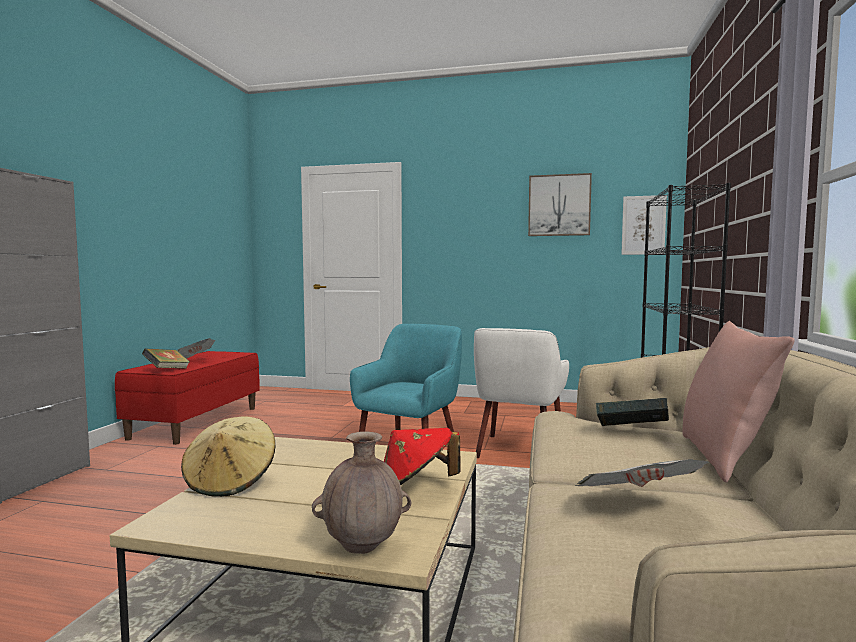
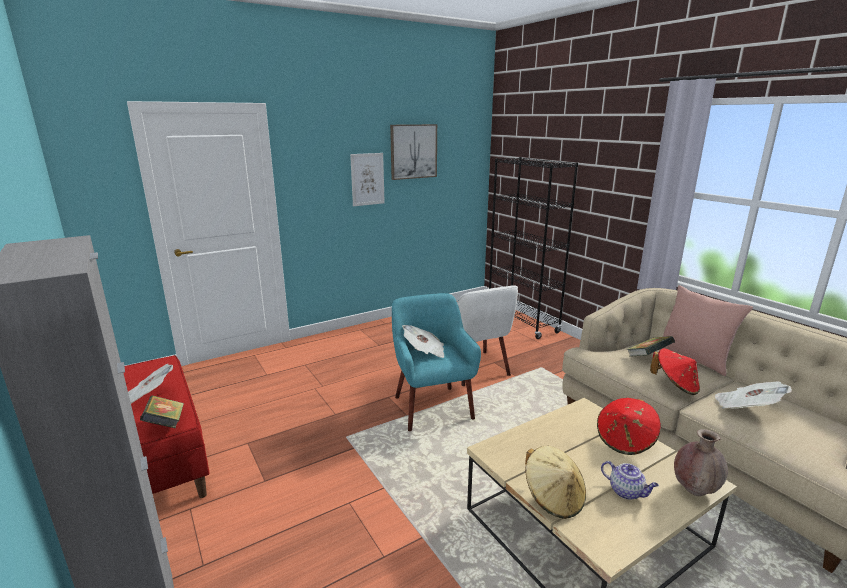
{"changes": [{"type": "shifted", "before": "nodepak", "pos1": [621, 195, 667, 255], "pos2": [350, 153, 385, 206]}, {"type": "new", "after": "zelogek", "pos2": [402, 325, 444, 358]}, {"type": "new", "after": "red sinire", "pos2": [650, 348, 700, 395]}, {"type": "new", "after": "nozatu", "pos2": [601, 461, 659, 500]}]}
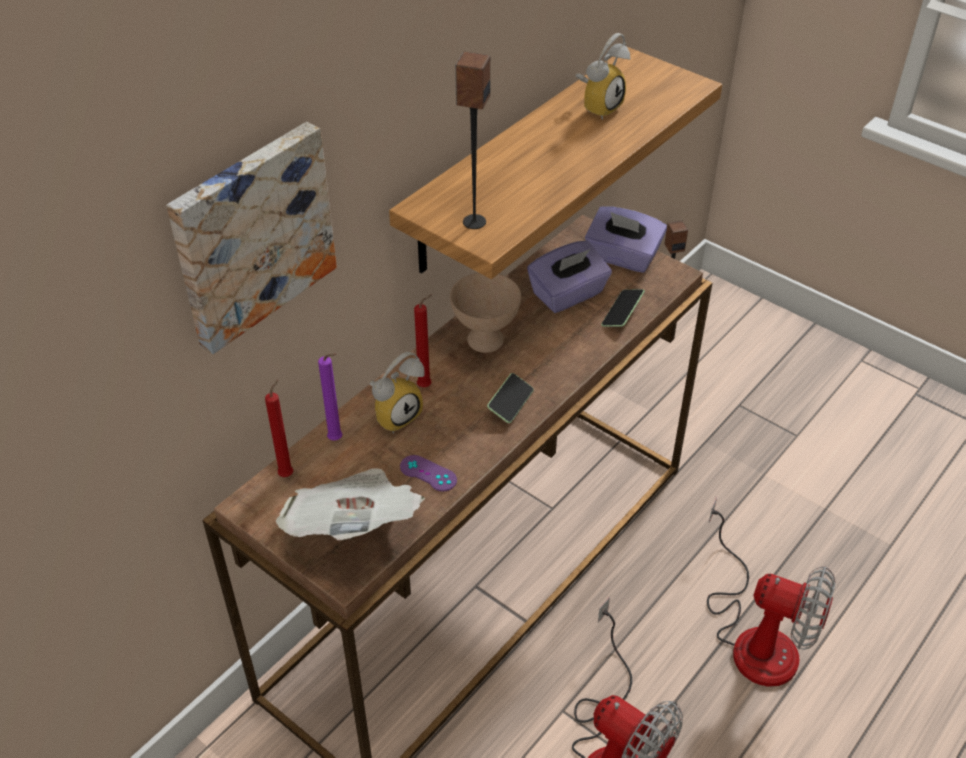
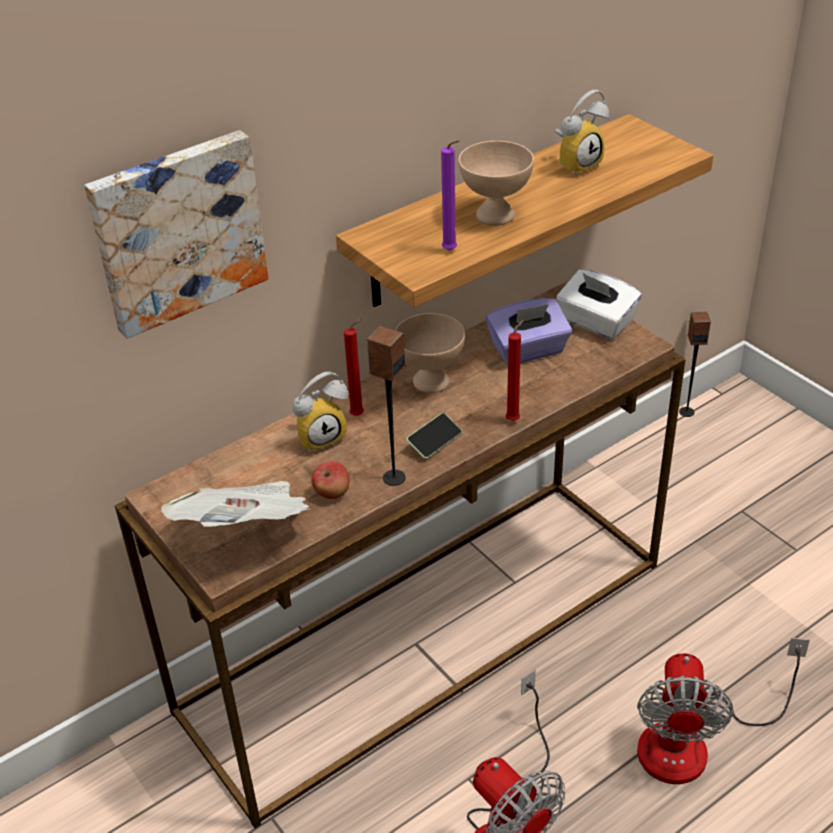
{"changes": [{"type": "shifted", "before": "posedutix", "pos1": [455, 52, 490, 229], "pos2": [367, 326, 406, 486]}, {"type": "repainted", "before": "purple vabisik", "after": "white vabisik", "pos1": [585, 206, 667, 273], "pos2": [556, 270, 642, 339]}, {"type": "gone", "before": "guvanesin", "pos1": [601, 289, 645, 327]}, {"type": "shifted", "before": "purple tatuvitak", "pos1": [318, 353, 343, 441], "pos2": [441, 140, 459, 251]}, {"type": "shifted", "before": "red tatuvitak", "pos1": [265, 379, 293, 477], "pos2": [506, 320, 524, 421]}, {"type": "swapped", "before": "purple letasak", "after": "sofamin", "pos1": [400, 455, 457, 492], "pos2": [312, 461, 349, 499]}, {"type": "rotated", "before": "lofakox", "pos1": [707, 497, 836, 687], "pos2": [637, 638, 810, 784], "turn": 60}, {"type": "new", "after": "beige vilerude", "pos2": [458, 141, 534, 226]}]}
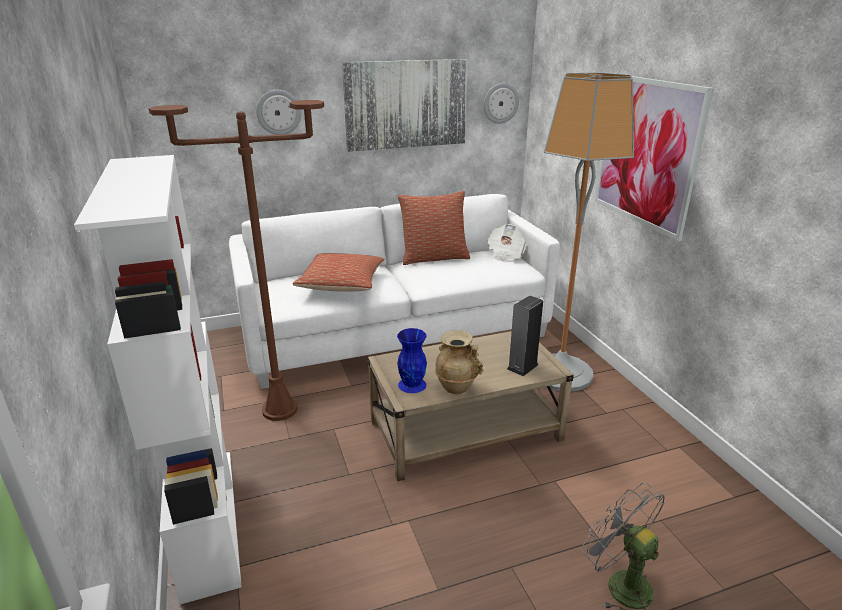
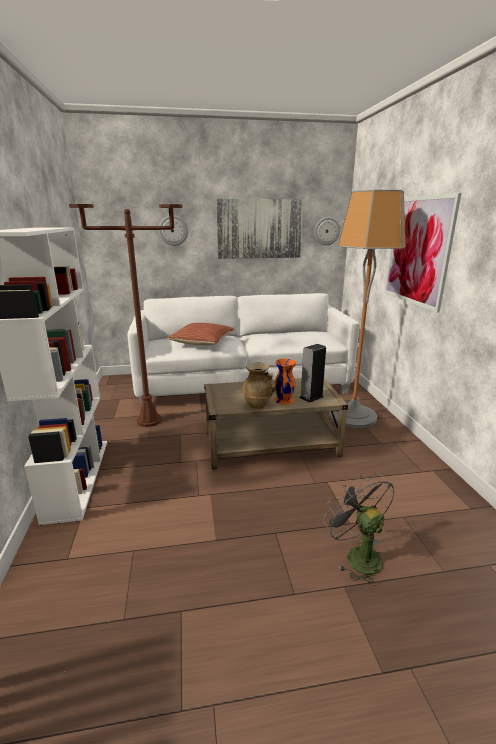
{"changes": [{"type": "gone", "before": "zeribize", "pos1": [398, 191, 470, 265]}, {"type": "gone", "before": "zelogek", "pos1": [487, 224, 527, 261]}, {"type": "gone", "before": "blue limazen", "pos1": [397, 328, 427, 393]}, {"type": "new", "after": "orange limazen", "pos2": [274, 359, 296, 405]}]}
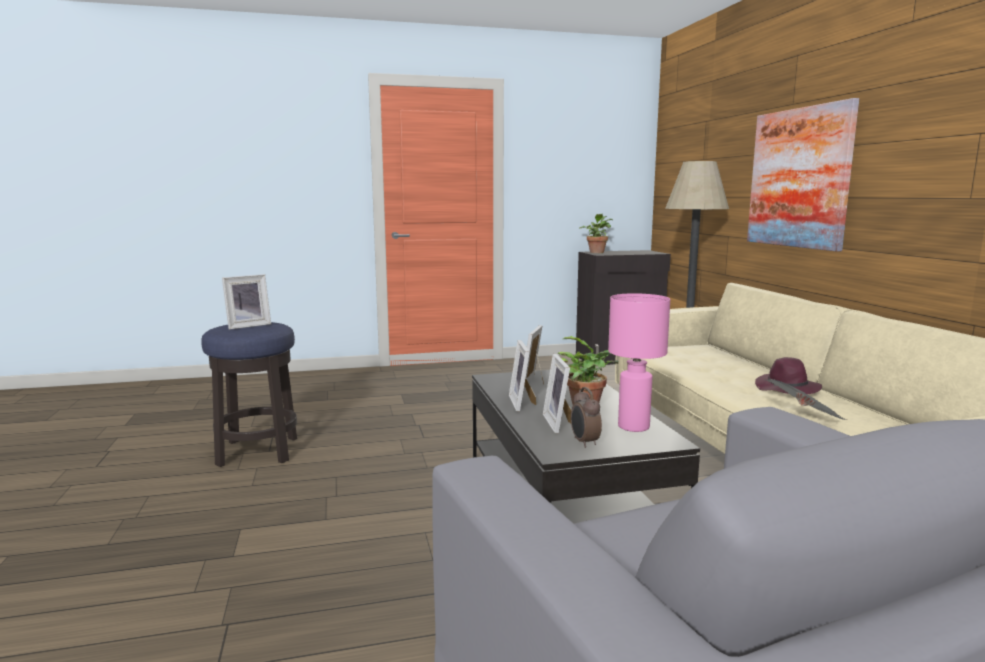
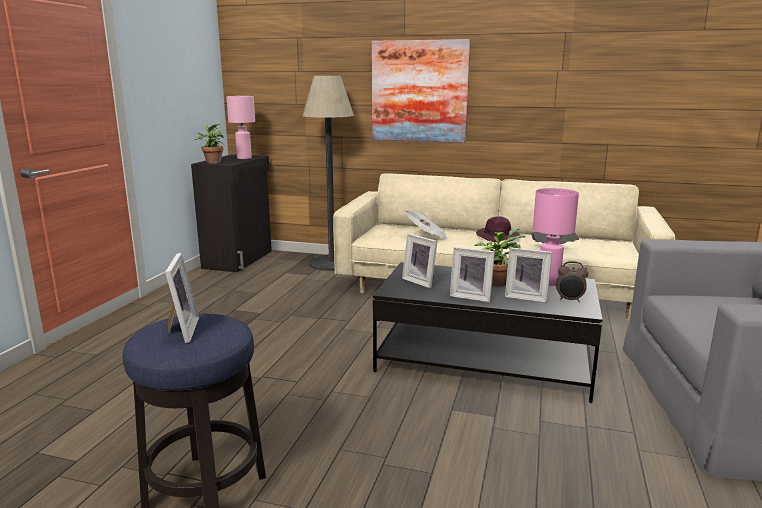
{"changes": [{"type": "new", "after": "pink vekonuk", "pos2": [226, 96, 255, 159]}, {"type": "new", "after": "zelogek", "pos2": [405, 210, 448, 239]}]}
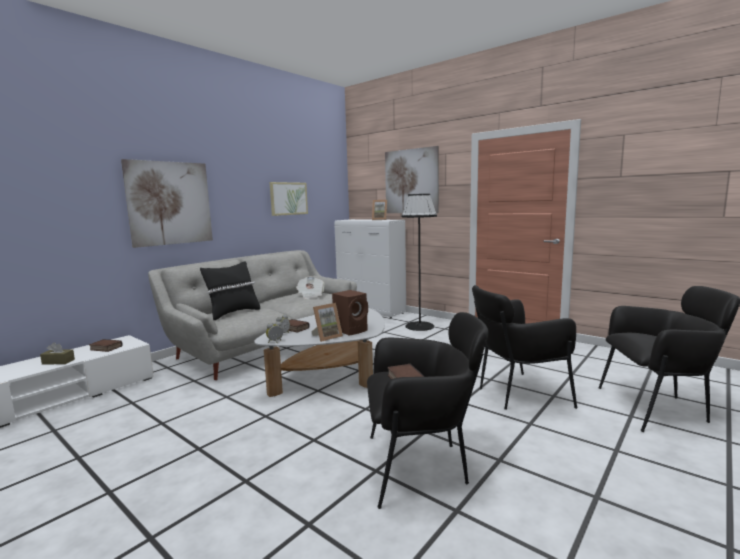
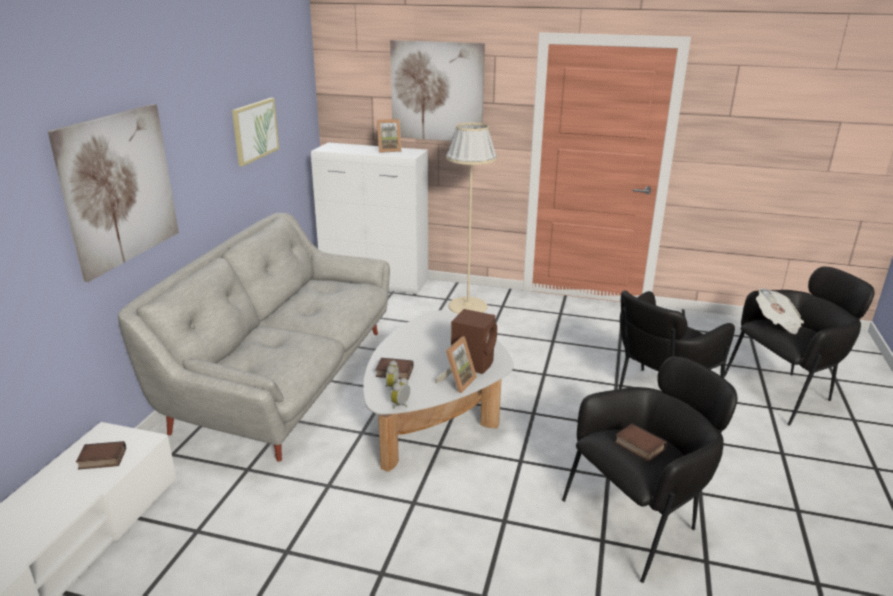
{"changes": [{"type": "repainted", "before": "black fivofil", "after": "beige fivofil", "pos1": [401, 194, 437, 331], "pos2": [446, 123, 497, 314]}, {"type": "gone", "before": "black zeribize", "pos1": [200, 261, 260, 320]}, {"type": "shifted", "before": "zelogek", "pos1": [296, 276, 325, 299], "pos2": [756, 288, 804, 334]}, {"type": "gone", "before": "brown vabisik", "pos1": [40, 342, 75, 365]}]}
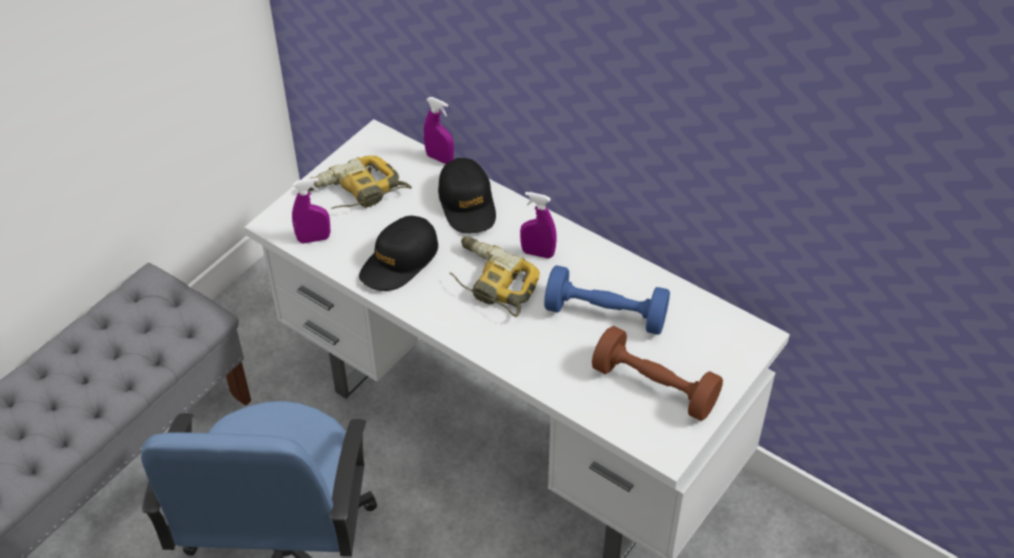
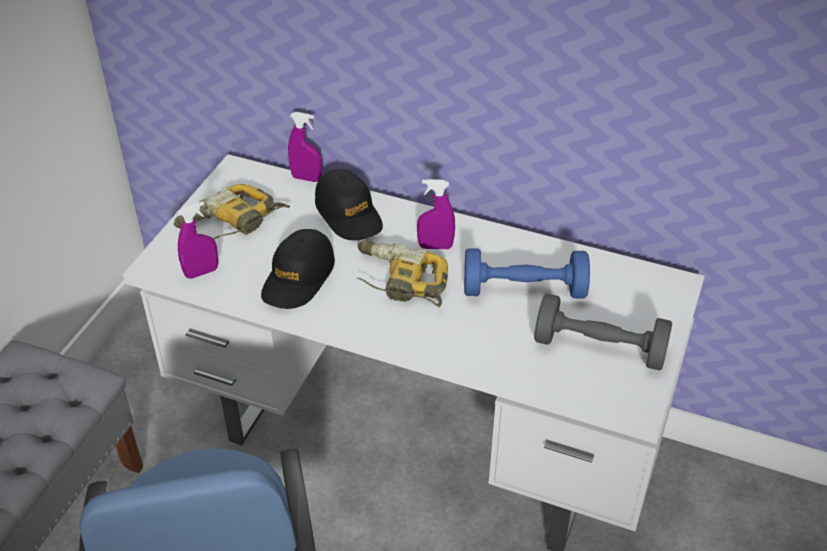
{"changes": [{"type": "repainted", "before": "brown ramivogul", "after": "grey ramivogul", "pos1": [592, 326, 723, 421], "pos2": [534, 294, 672, 370]}]}
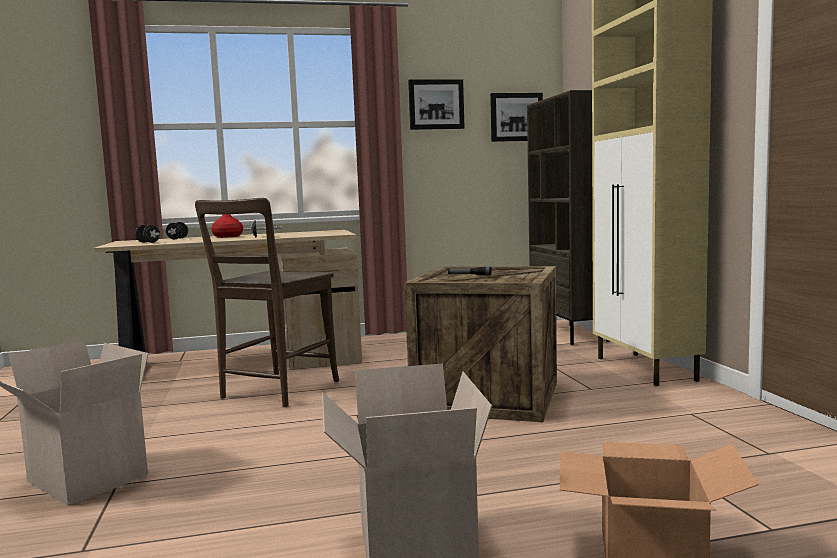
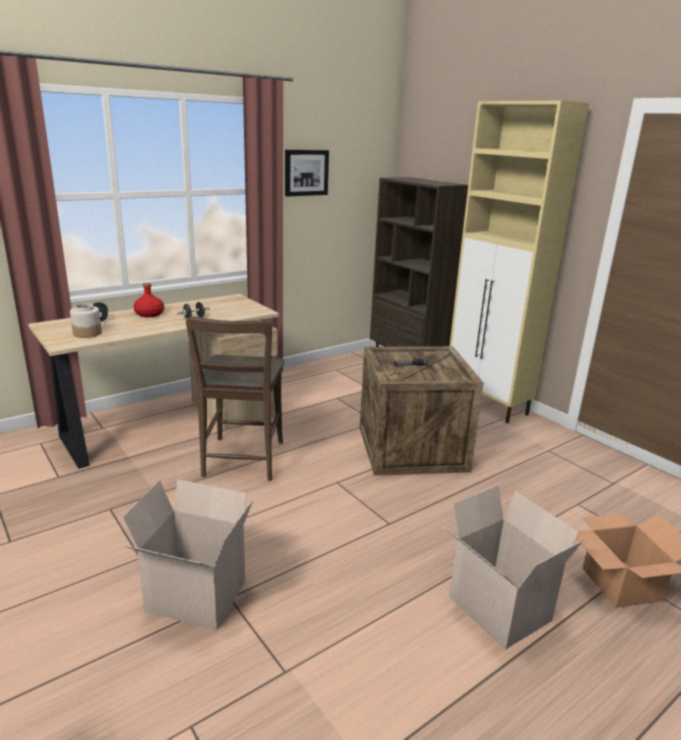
{"changes": [{"type": "gone", "before": "nodepak", "pos1": [490, 93, 543, 142]}, {"type": "swapped", "before": "black ramivogul", "after": "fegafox", "pos1": [135, 225, 160, 243], "pos2": [70, 303, 102, 338]}]}
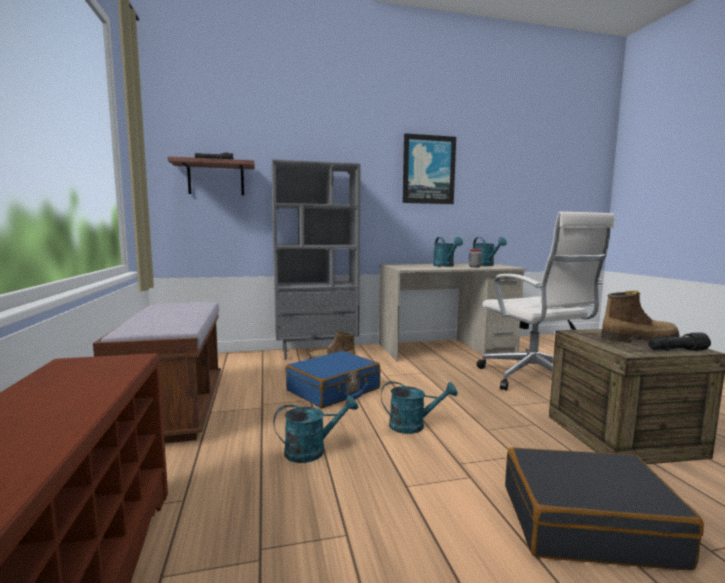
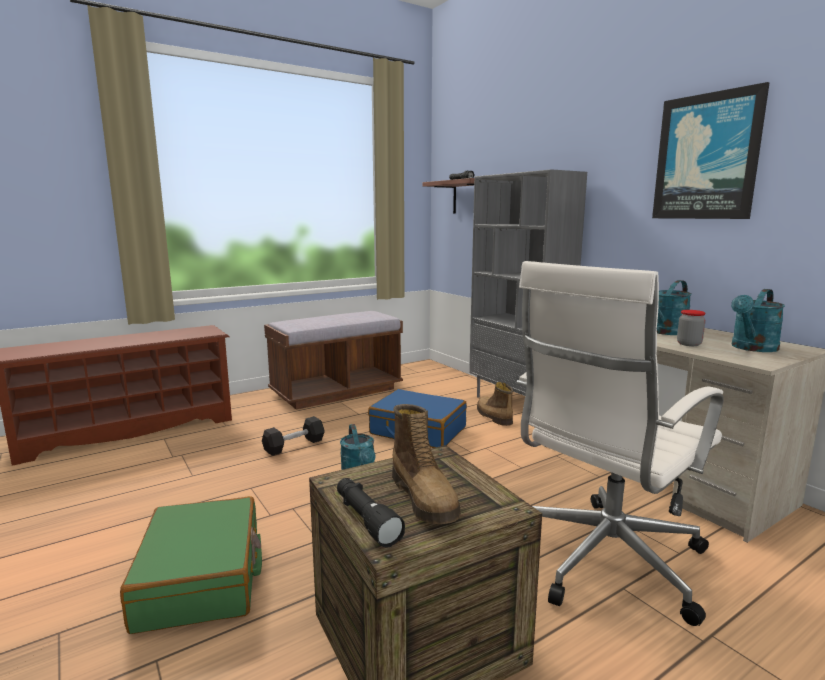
{"changes": [{"type": "swapped", "before": "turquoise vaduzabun", "after": "black ramivogul", "pos1": [273, 395, 358, 463], "pos2": [262, 416, 325, 456]}, {"type": "repainted", "before": "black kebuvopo", "after": "green kebuvopo", "pos1": [505, 447, 704, 571], "pos2": [120, 496, 262, 634]}]}
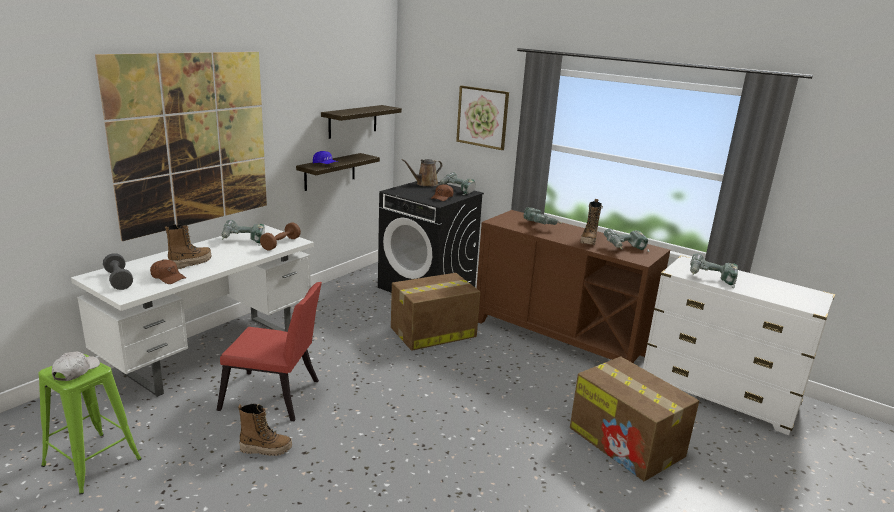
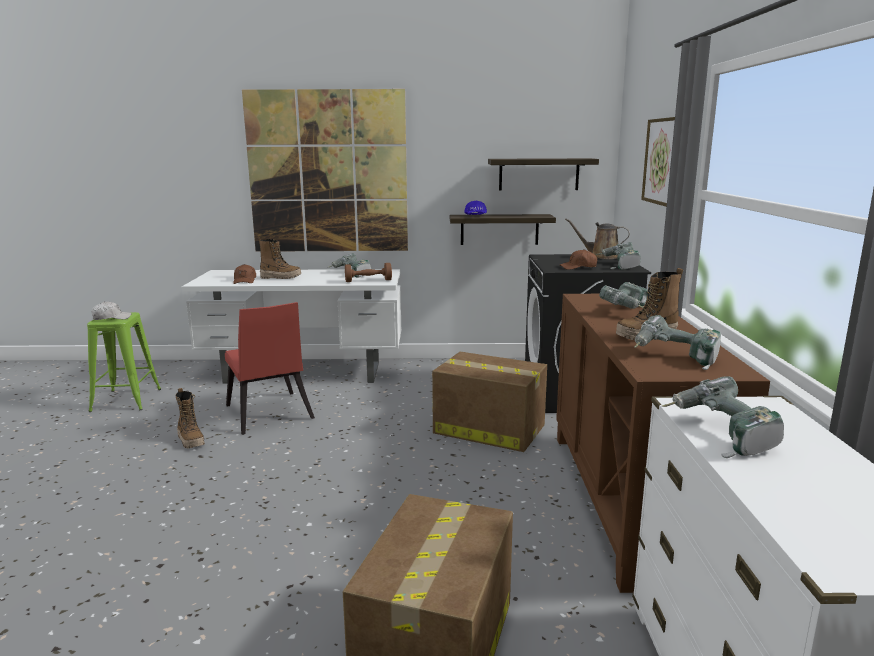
{"changes": [{"type": "gone", "before": "grey ramivogul", "pos1": [103, 253, 133, 290]}]}
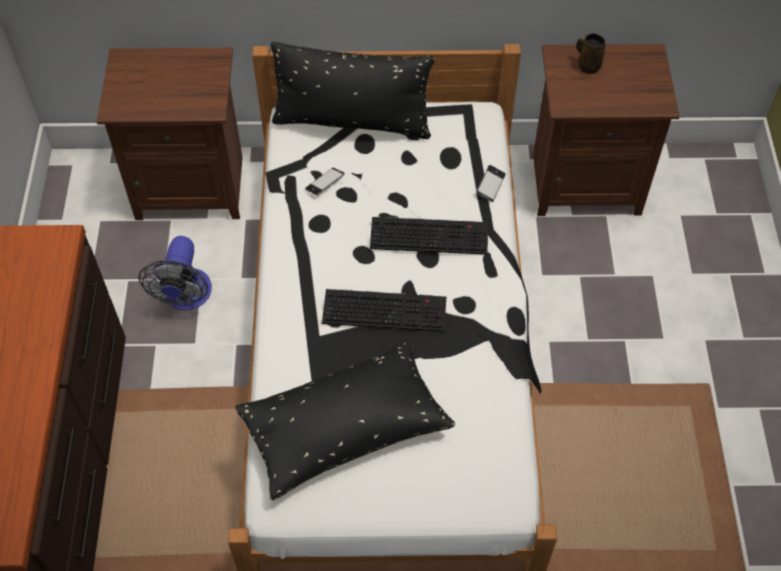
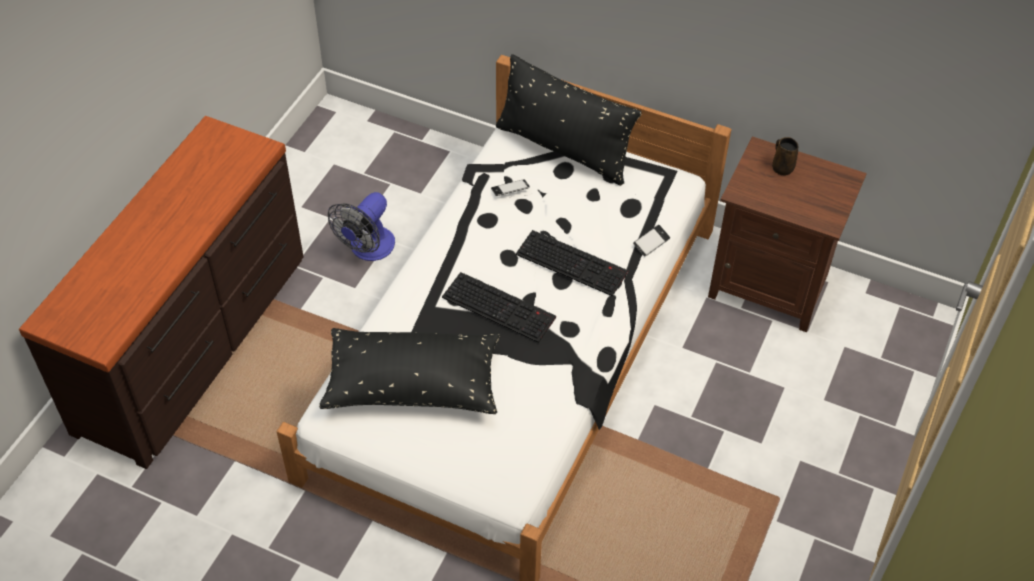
{"changes": [{"type": "gone", "before": "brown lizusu", "pos1": [97, 48, 243, 220]}]}
